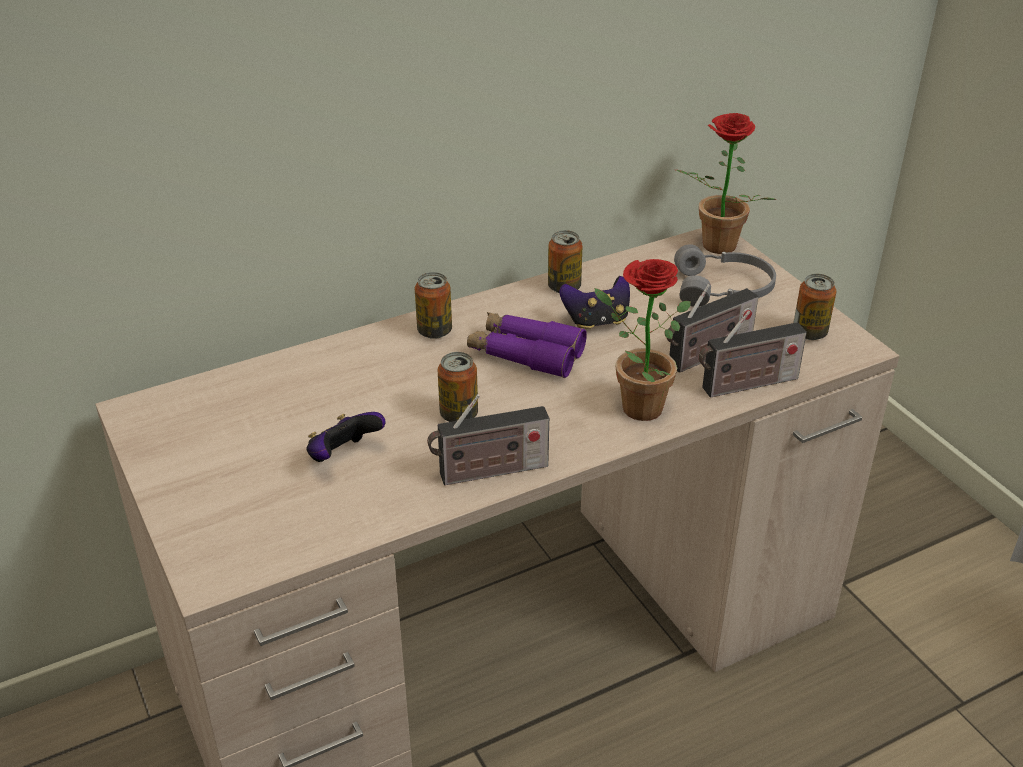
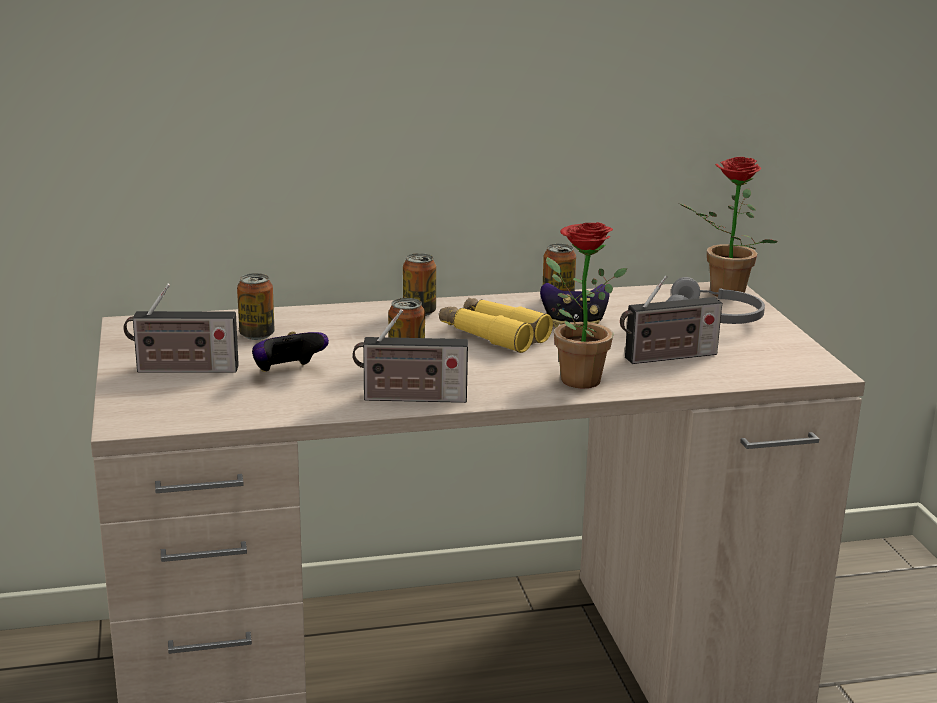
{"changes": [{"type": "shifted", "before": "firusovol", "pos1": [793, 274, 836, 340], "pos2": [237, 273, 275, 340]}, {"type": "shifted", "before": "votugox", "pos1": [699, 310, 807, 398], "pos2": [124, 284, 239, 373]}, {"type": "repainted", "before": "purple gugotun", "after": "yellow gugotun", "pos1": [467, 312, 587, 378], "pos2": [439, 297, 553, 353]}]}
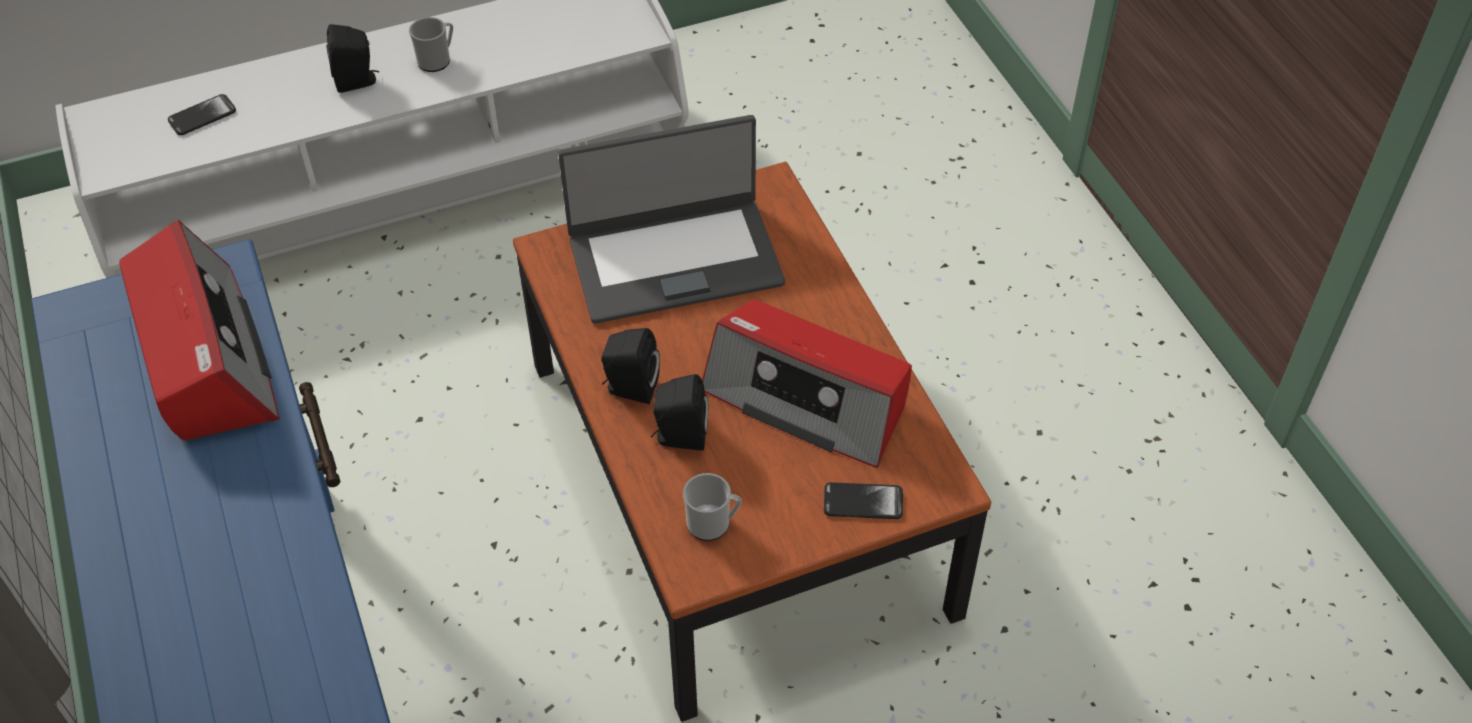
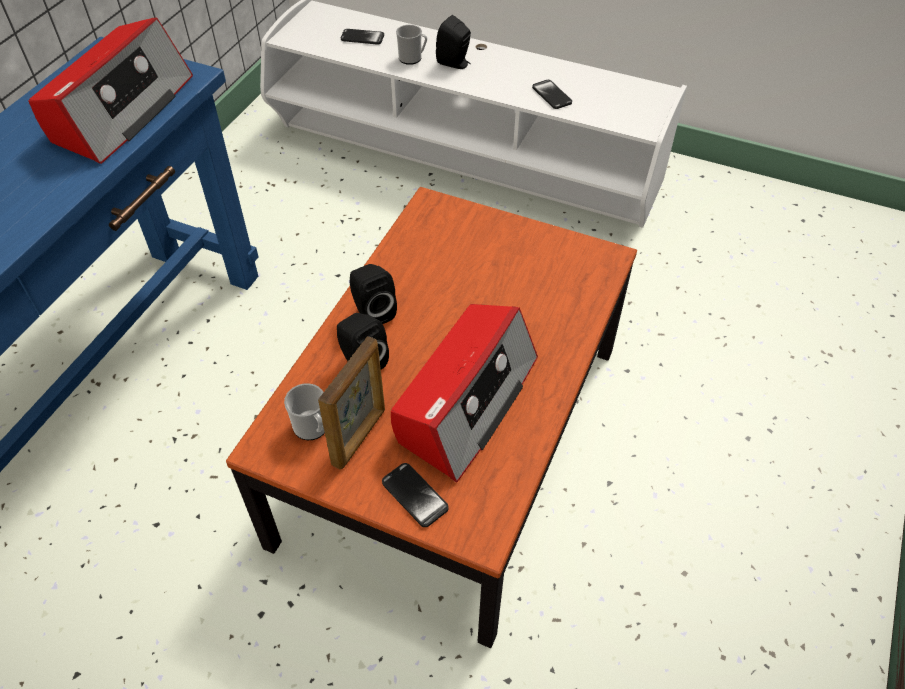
{"changes": [{"type": "shifted", "before": "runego", "pos1": [409, 17, 453, 72], "pos2": [396, 25, 427, 65]}, {"type": "gone", "before": "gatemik", "pos1": [558, 115, 785, 324]}, {"type": "rotated", "before": "votugox", "pos1": [702, 299, 912, 468], "pos2": [391, 304, 538, 482], "turn": -135}, {"type": "new", "after": "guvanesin", "pos2": [532, 80, 572, 109]}, {"type": "new", "after": "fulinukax", "pos2": [318, 336, 385, 469]}]}
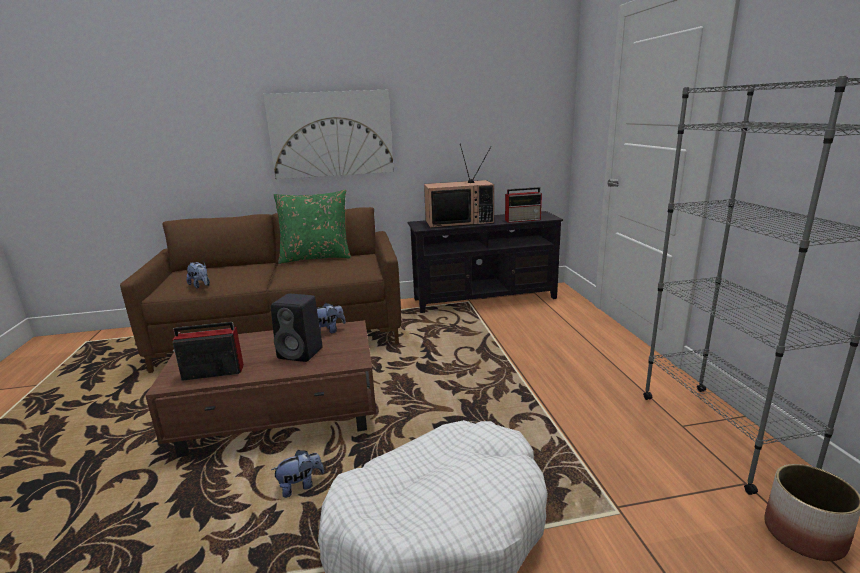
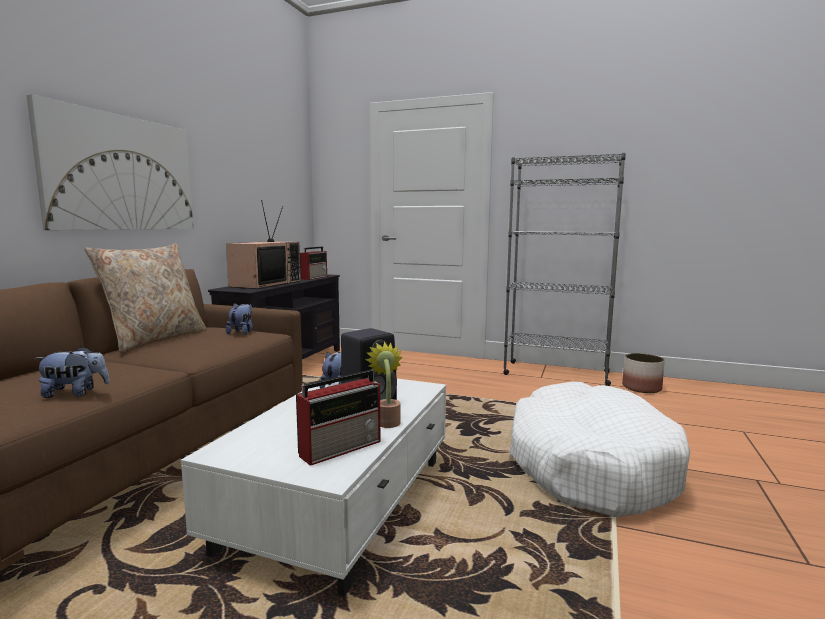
{"changes": [{"type": "repainted", "before": "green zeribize", "after": "beige zeribize", "pos1": [274, 189, 351, 264], "pos2": [84, 243, 207, 352]}, {"type": "repainted", "before": "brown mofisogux", "after": "white mofisogux", "pos1": [145, 320, 376, 457], "pos2": [181, 379, 446, 597]}, {"type": "rotated", "before": "votugox", "pos1": [172, 322, 244, 381], "pos2": [296, 370, 380, 466], "turn": -150}, {"type": "shifted", "before": "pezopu", "pos1": [271, 450, 324, 498], "pos2": [226, 303, 253, 335]}, {"type": "new", "after": "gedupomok", "pos2": [365, 341, 403, 428]}]}
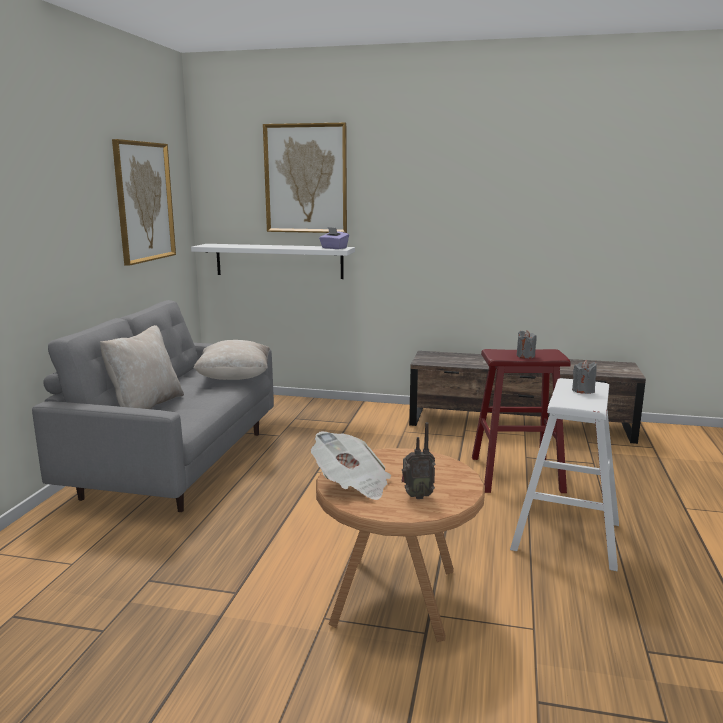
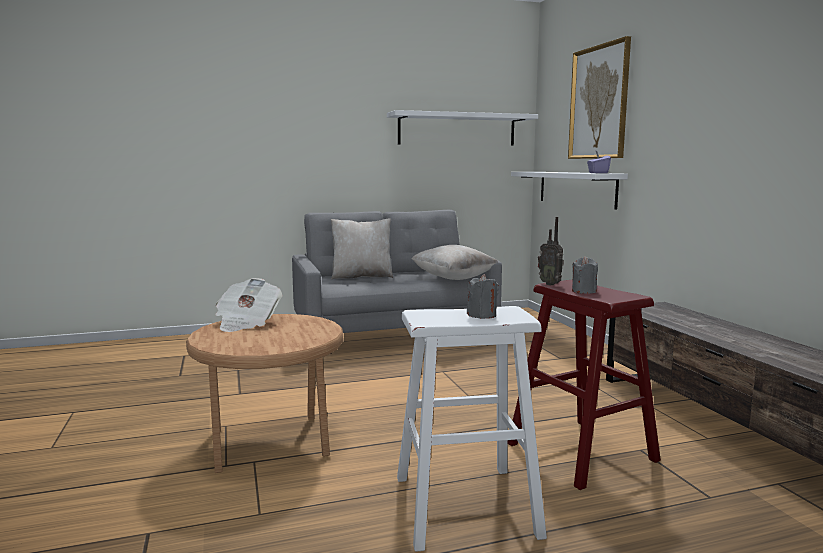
{"changes": [{"type": "swapped", "before": "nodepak", "after": "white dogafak", "pos1": [112, 139, 176, 266], "pos2": [387, 110, 538, 146]}, {"type": "shifted", "before": "votugox", "pos1": [401, 422, 436, 499], "pos2": [538, 217, 564, 286]}]}
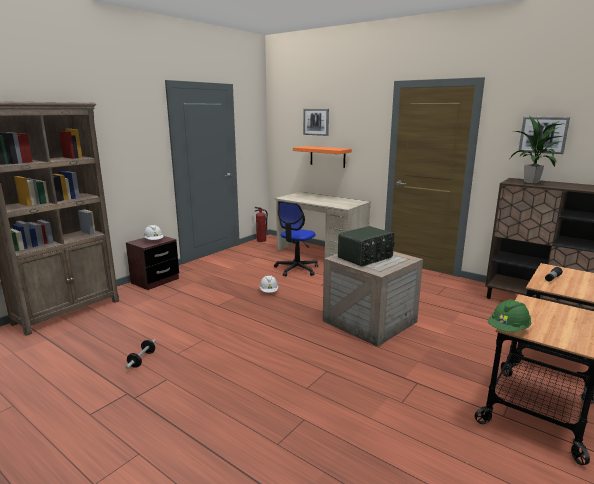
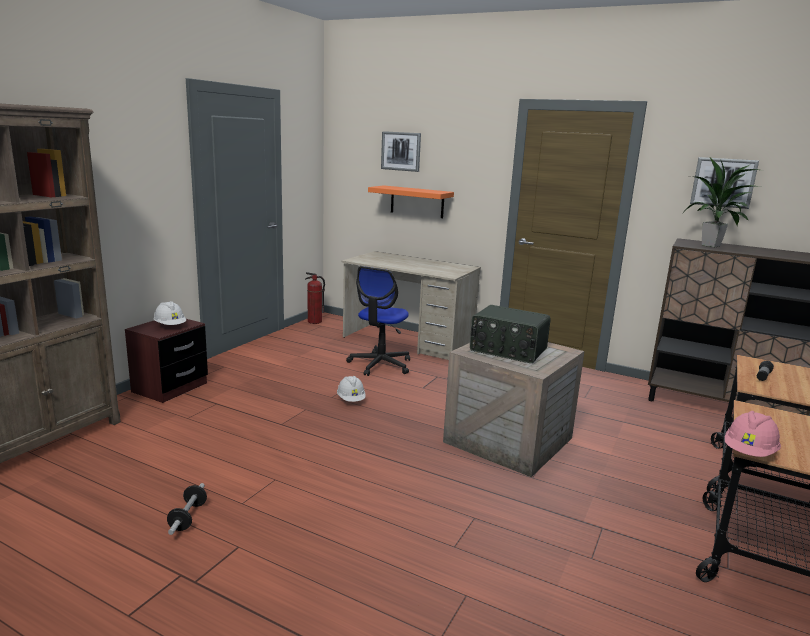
{"changes": [{"type": "rotated", "before": "votugox", "pos1": [338, 226, 394, 267], "pos2": [470, 305, 551, 363], "turn": 75}, {"type": "repainted", "before": "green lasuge", "after": "pink lasuge", "pos1": [488, 299, 531, 332], "pos2": [725, 411, 781, 457]}]}
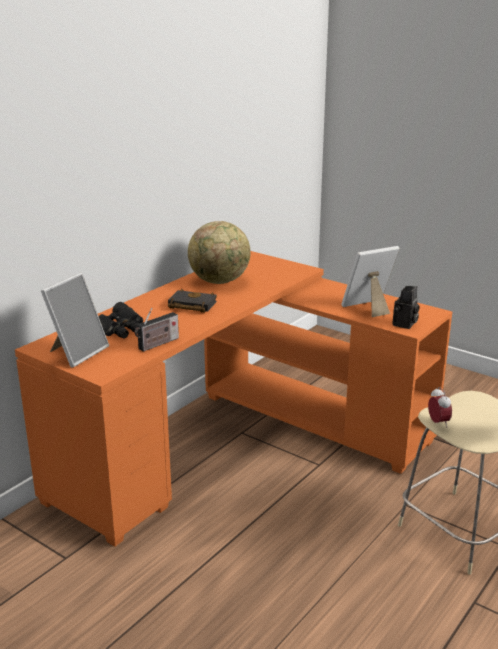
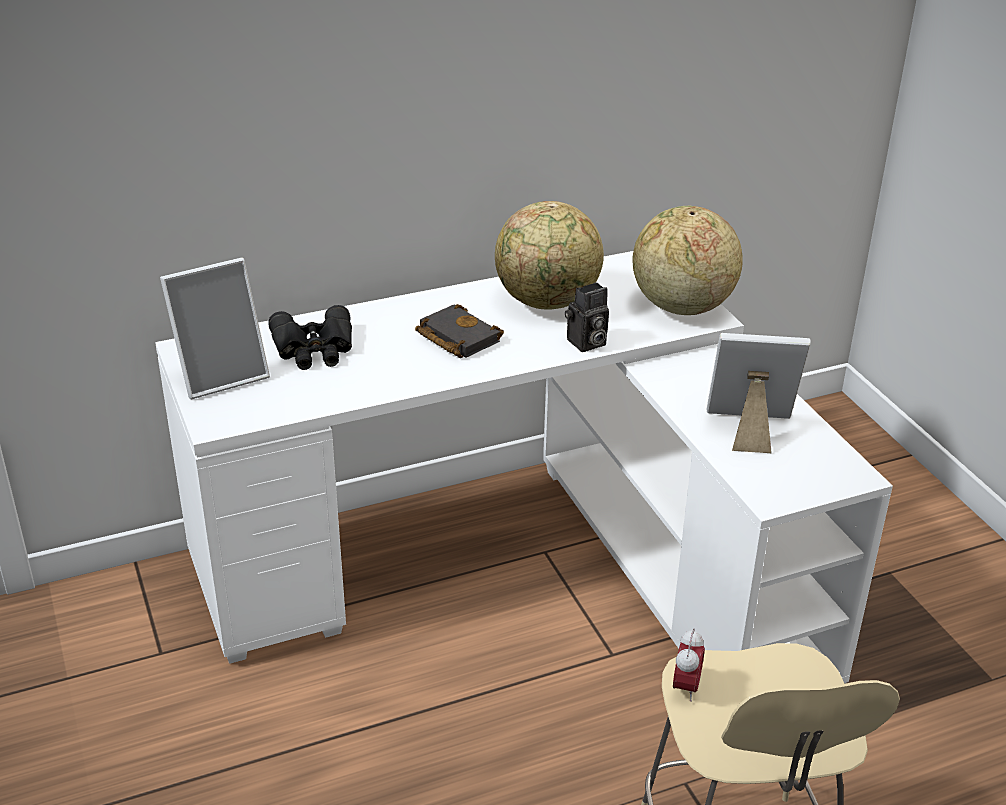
{"changes": [{"type": "repainted", "before": "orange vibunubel", "after": "white vibunubel", "pos1": [15, 251, 452, 547], "pos2": [155, 251, 893, 683]}, {"type": "shifted", "before": "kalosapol", "pos1": [392, 286, 420, 329], "pos2": [565, 282, 609, 352]}, {"type": "gone", "before": "votugox", "pos1": [135, 308, 179, 352]}, {"type": "new", "after": "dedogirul", "pos2": [633, 206, 743, 315]}]}
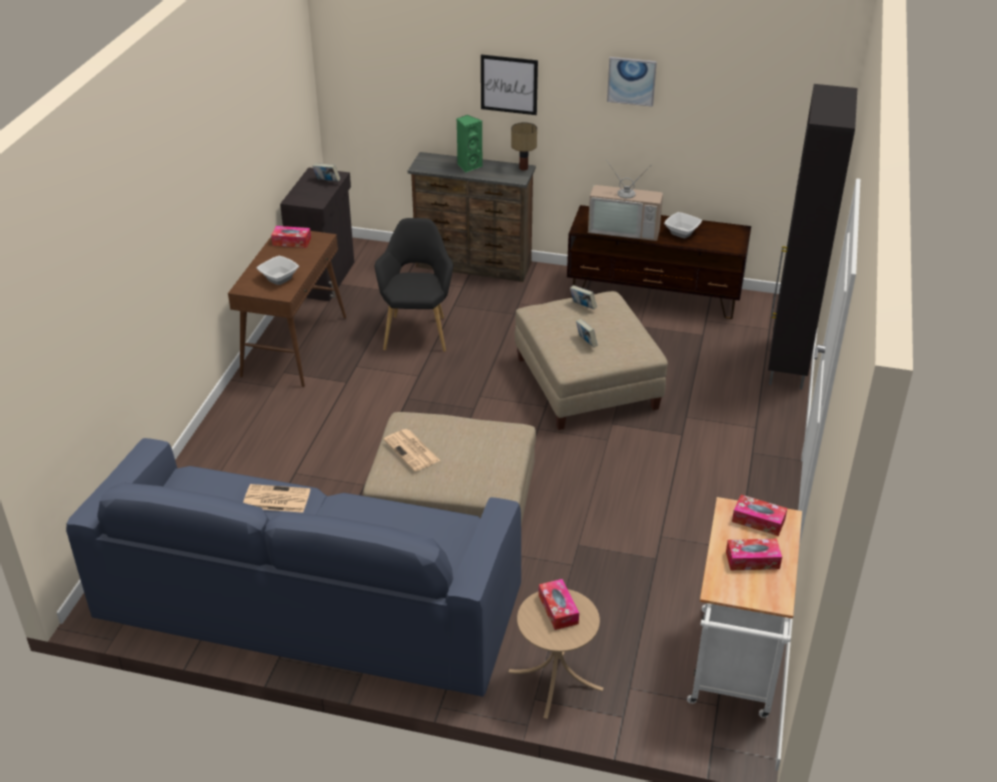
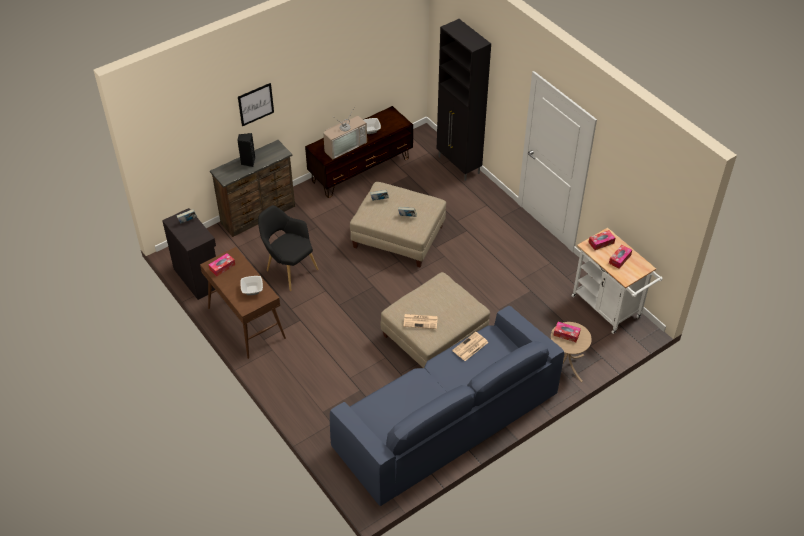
{"changes": [{"type": "gone", "before": "nodepak", "pos1": [607, 57, 657, 107]}, {"type": "repainted", "before": "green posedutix", "after": "black posedutix", "pos1": [456, 115, 482, 172], "pos2": [237, 133, 255, 167]}, {"type": "gone", "before": "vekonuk", "pos1": [511, 122, 537, 170]}, {"type": "shifted", "before": "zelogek", "pos1": [243, 484, 310, 513], "pos2": [452, 332, 488, 361]}]}
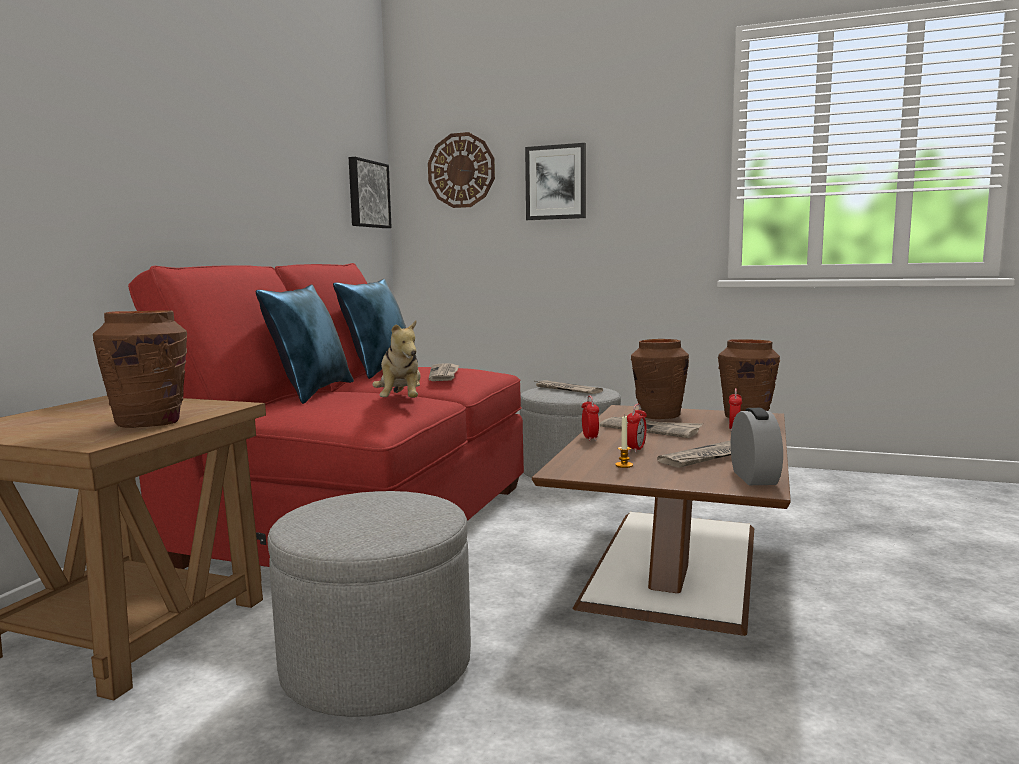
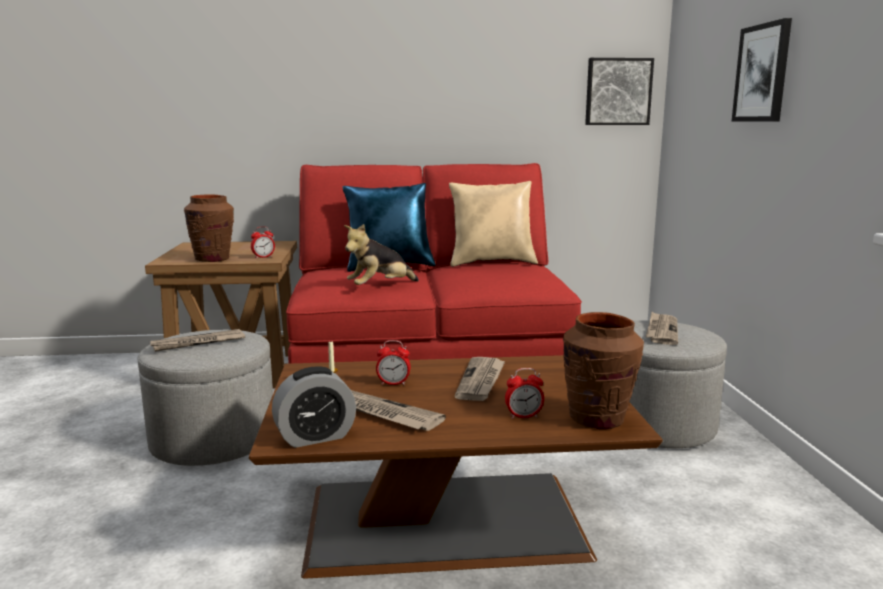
{"changes": [{"type": "gone", "before": "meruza", "pos1": [428, 132, 495, 208]}, {"type": "repainted", "before": "blue zeribize", "after": "beige zeribize", "pos1": [333, 279, 418, 379], "pos2": [449, 181, 538, 267]}, {"type": "gone", "before": "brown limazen", "pos1": [631, 339, 689, 419]}, {"type": "shifted", "before": "zelogek", "pos1": [429, 364, 459, 381], "pos2": [150, 329, 245, 352]}, {"type": "shifted", "before": "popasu", "pos1": [582, 396, 599, 441], "pos2": [251, 226, 275, 259]}]}
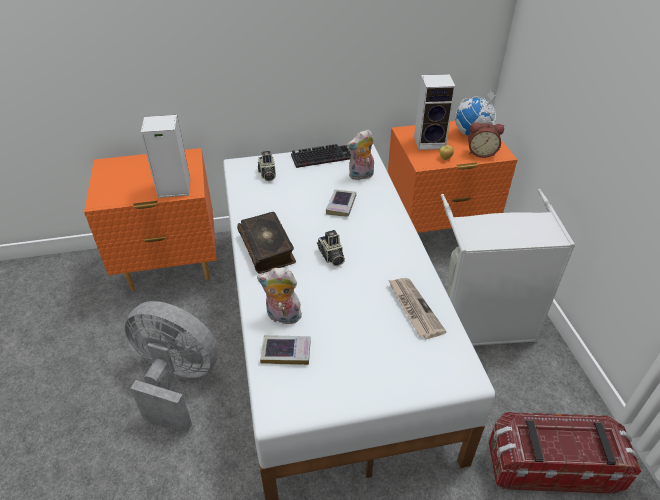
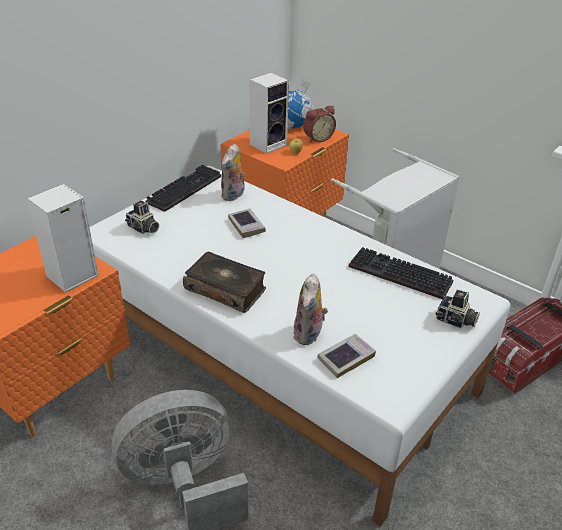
{"changes": [{"type": "shifted", "before": "kalosapol", "pos1": [317, 230, 345, 266], "pos2": [435, 290, 480, 328]}, {"type": "rotated", "before": "pezopu", "pos1": [257, 268, 302, 324], "pos2": [293, 274, 328, 345], "turn": -45}, {"type": "swapped", "before": "zelogek", "after": "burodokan", "pos1": [388, 278, 447, 339], "pos2": [349, 247, 453, 299]}]}
